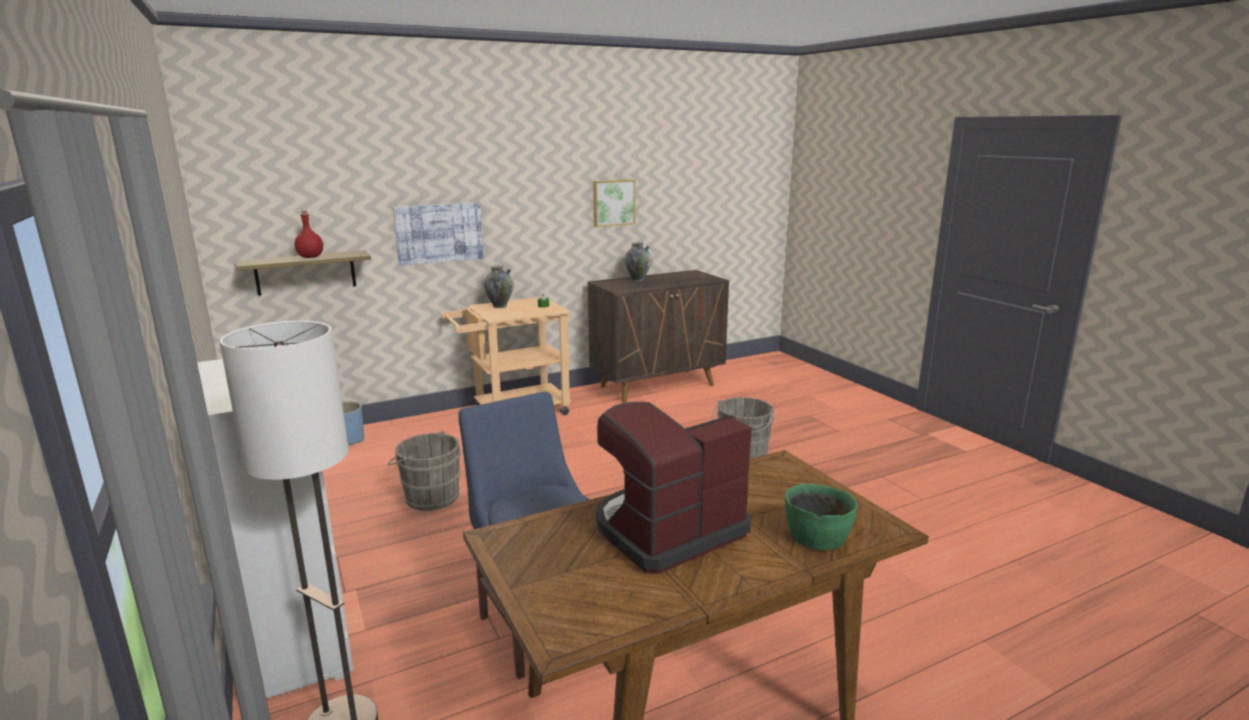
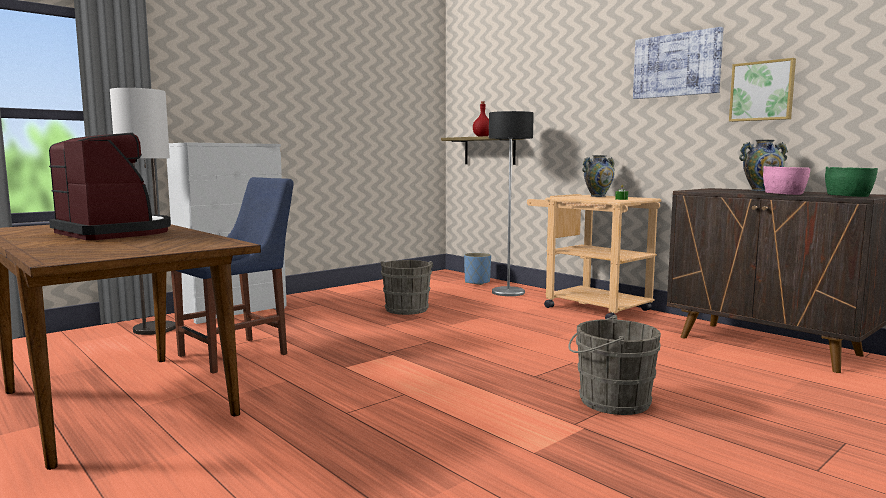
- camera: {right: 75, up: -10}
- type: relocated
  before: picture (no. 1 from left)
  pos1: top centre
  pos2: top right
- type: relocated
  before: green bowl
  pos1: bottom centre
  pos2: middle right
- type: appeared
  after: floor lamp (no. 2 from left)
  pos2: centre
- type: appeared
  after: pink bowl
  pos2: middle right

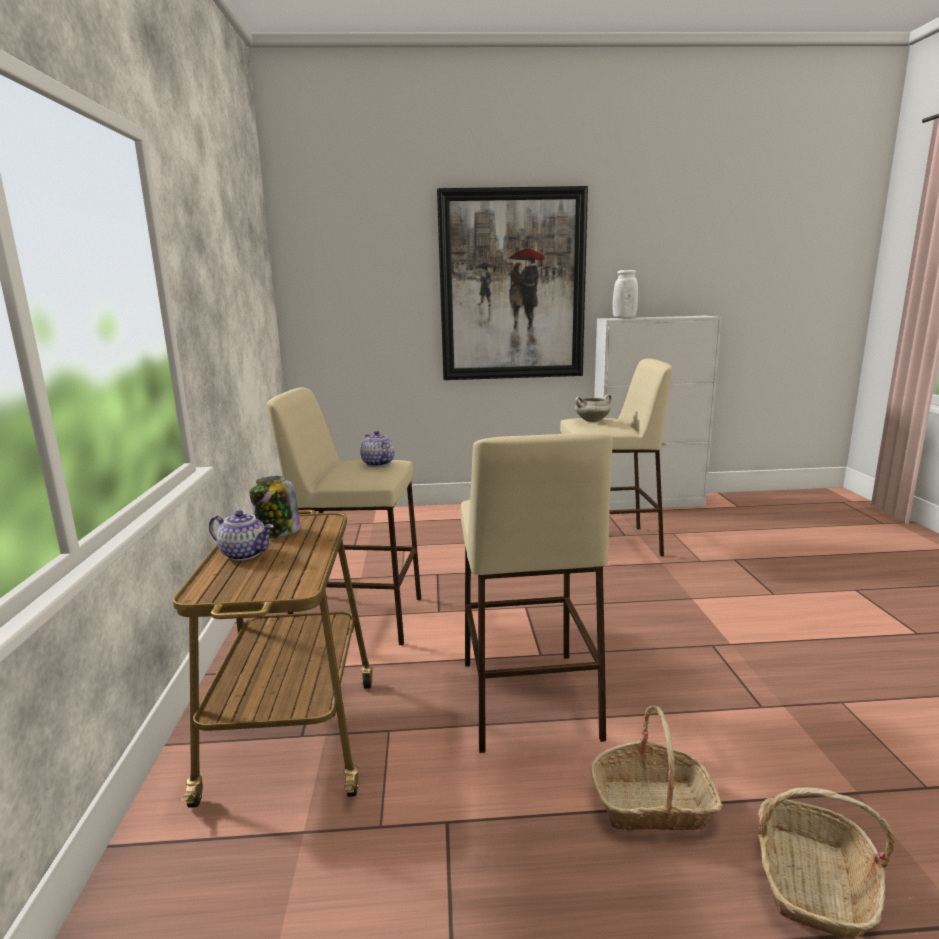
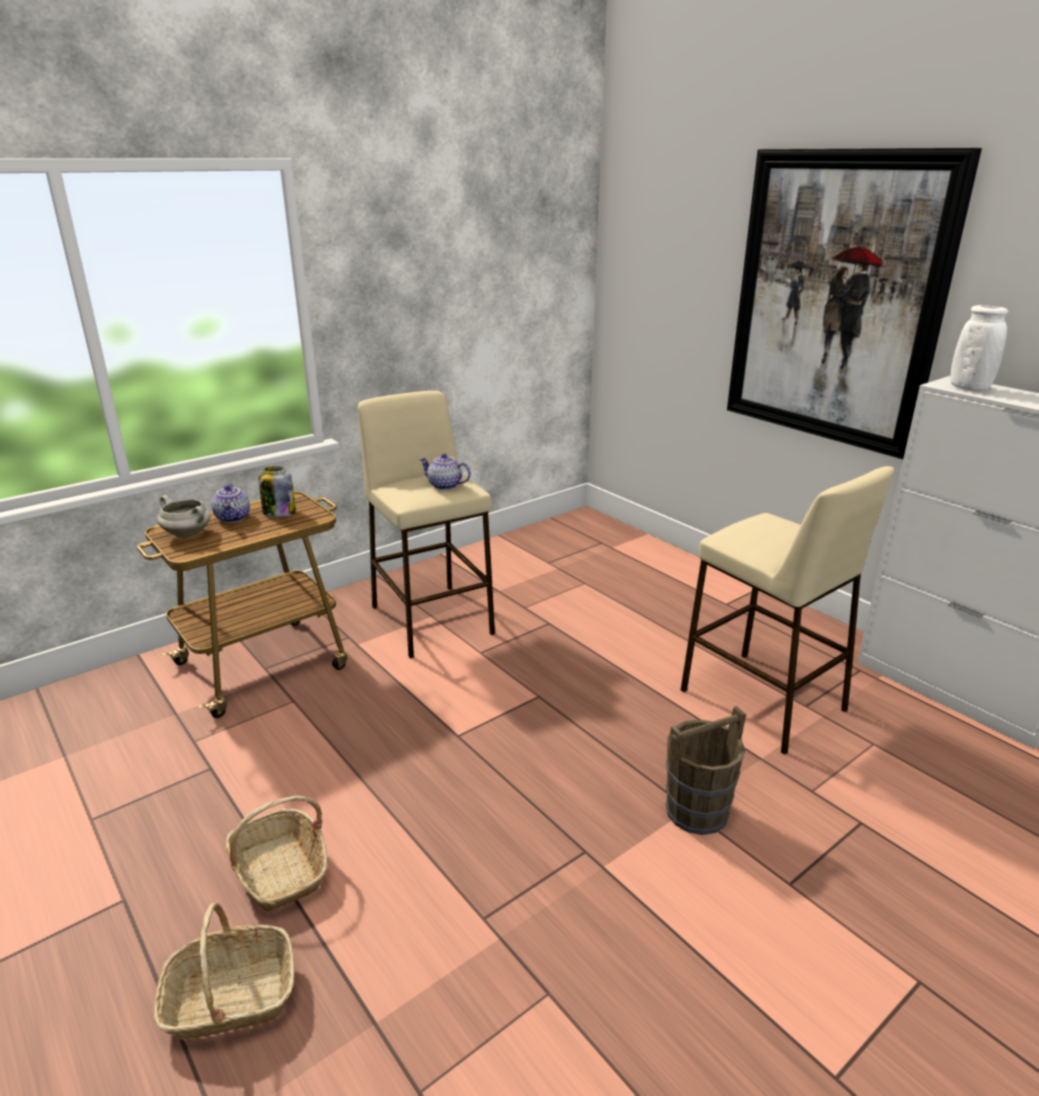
- camera: {right: 55, up: 10}
- type: spun
  before: teapot (no. 2 from left)
  pos1: centre
  pos2: centre
  turn: -90
- type: missing
  before: beige stool (no. 2 from left)
  pos1: centre
- type: relocated
  before: white cooking pot
  pos1: centre
  pos2: middle left
- type: appeared
  after: brown bucket
  pos2: bottom right

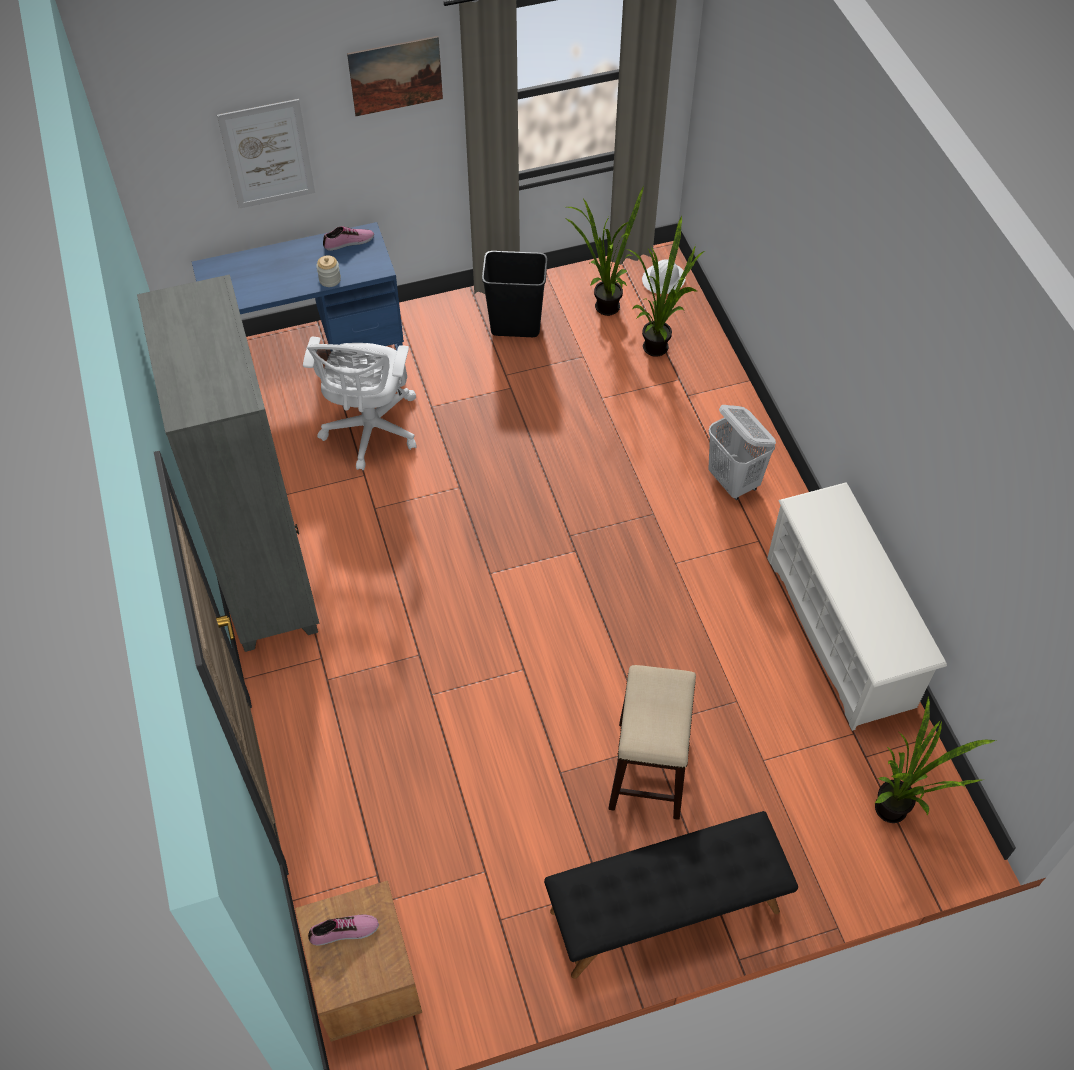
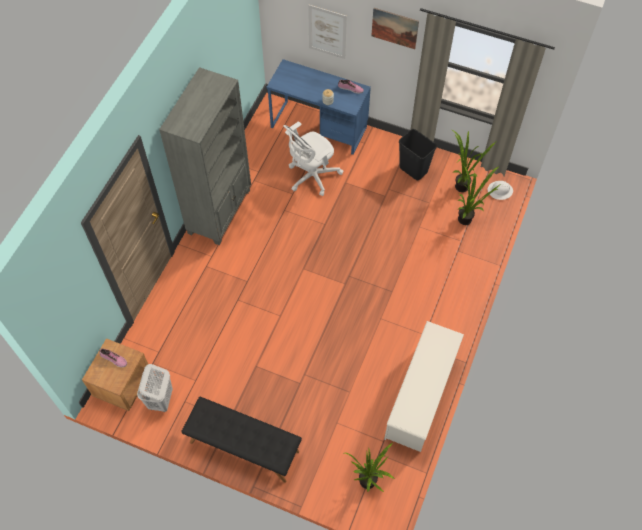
- camera: {right: 40, up: 5}
- type: missing
  before: stool
  pos1: bottom centre
- type: relocated
  before: white laundry basket
  pos1: middle right
  pos2: bottom left

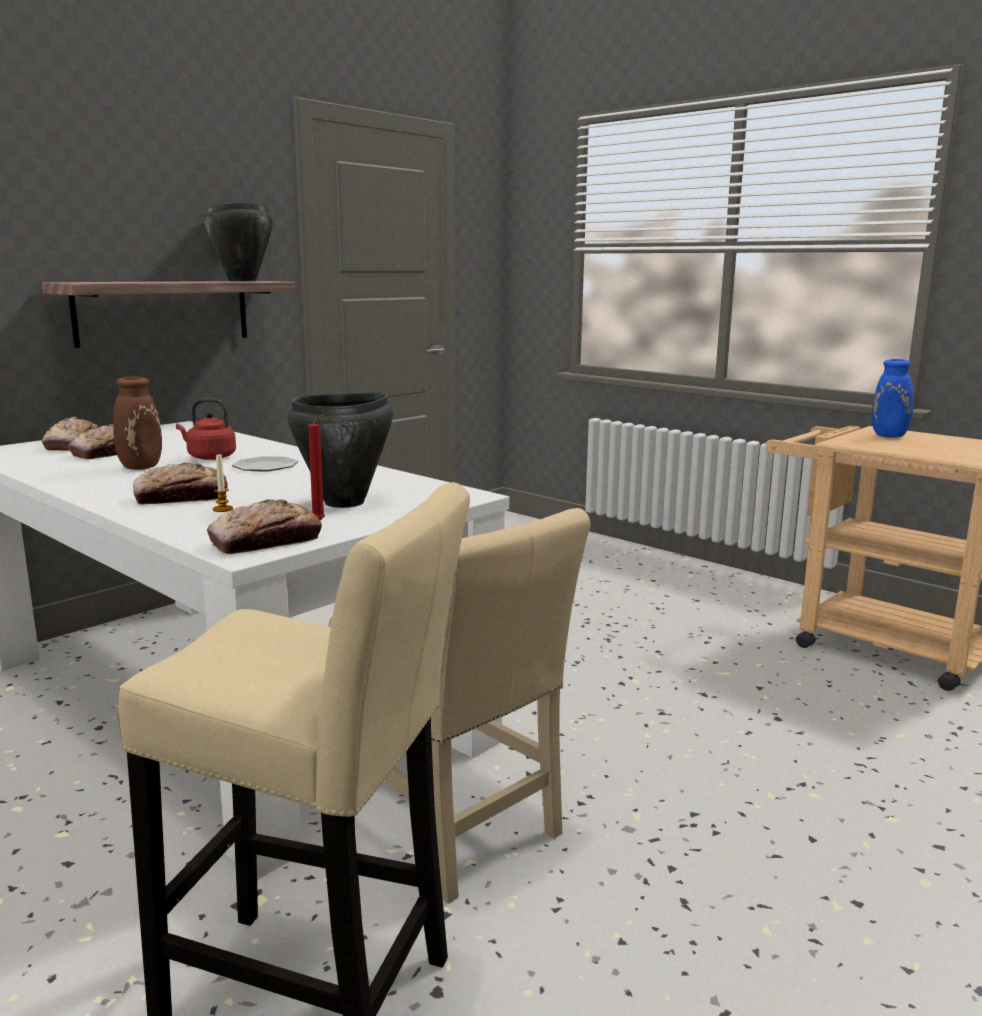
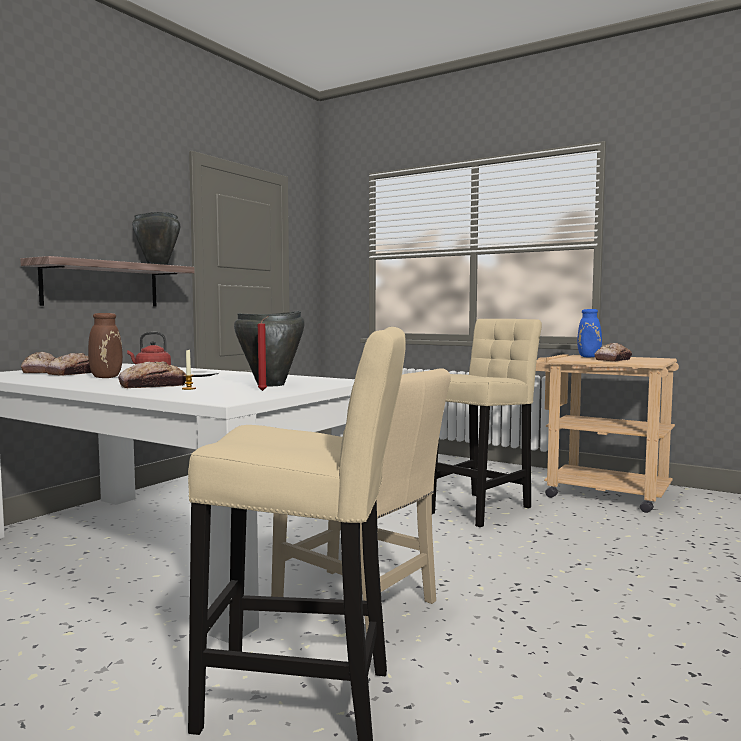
- camera: {right: -10, up: -10}
- type: relocated
  before: bread (no. 4 from left)
  pos1: middle left
  pos2: middle right
- type: appeared
  after: beige stool (no. 2 from left)
  pos2: centre

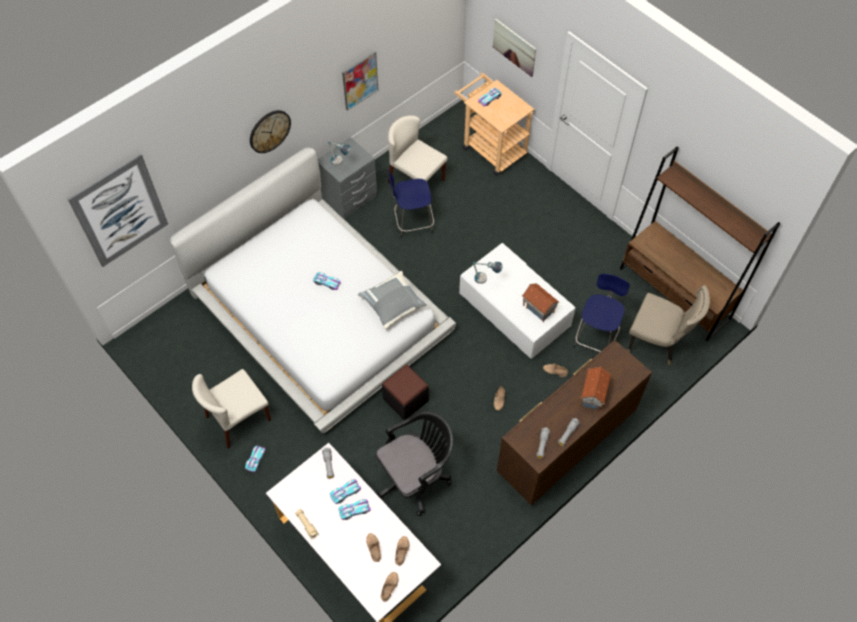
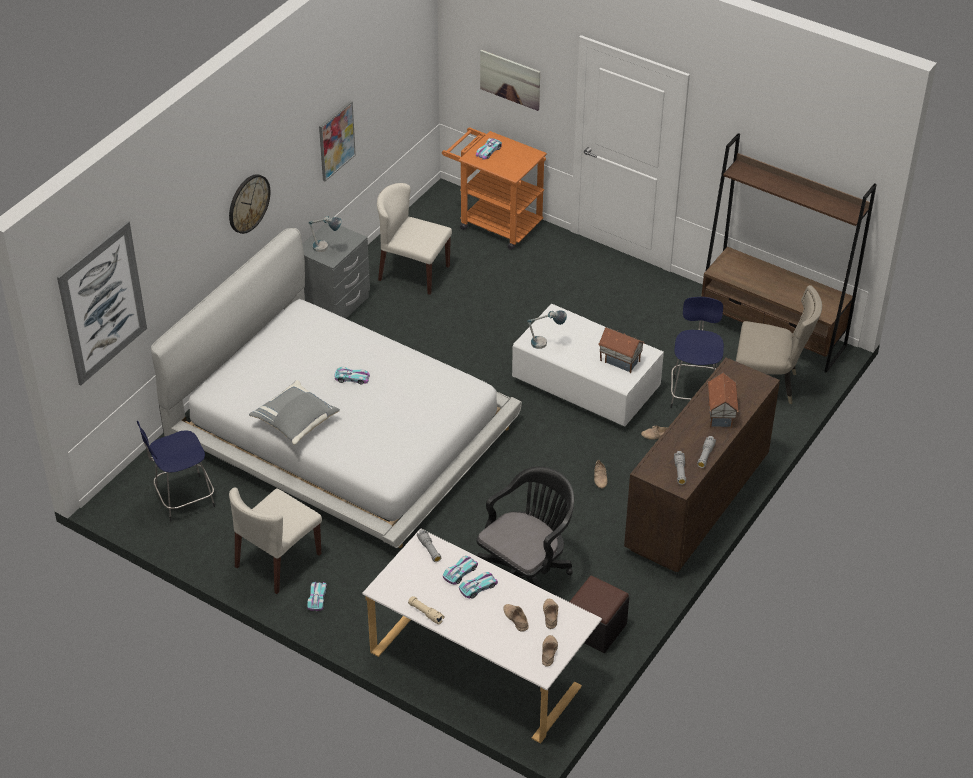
- camera: {right: -15, up: -15}
- type: relocated
  before: grey pillow
  pos1: centre
  pos2: middle left
- type: relocated
  before: black ottoman
  pos1: centre
  pos2: bottom centre
- type: relocated
  before: blue stool (no. 1 from left)
  pos1: top centre
  pos2: middle left
- type: colour
  before: beige cart
  after: orange cart
  pos1: top centre
  pos2: top centre

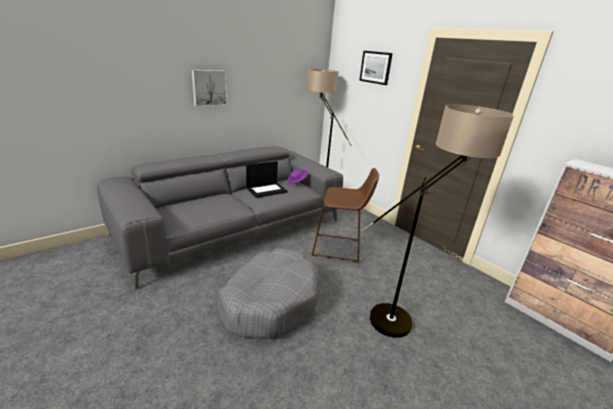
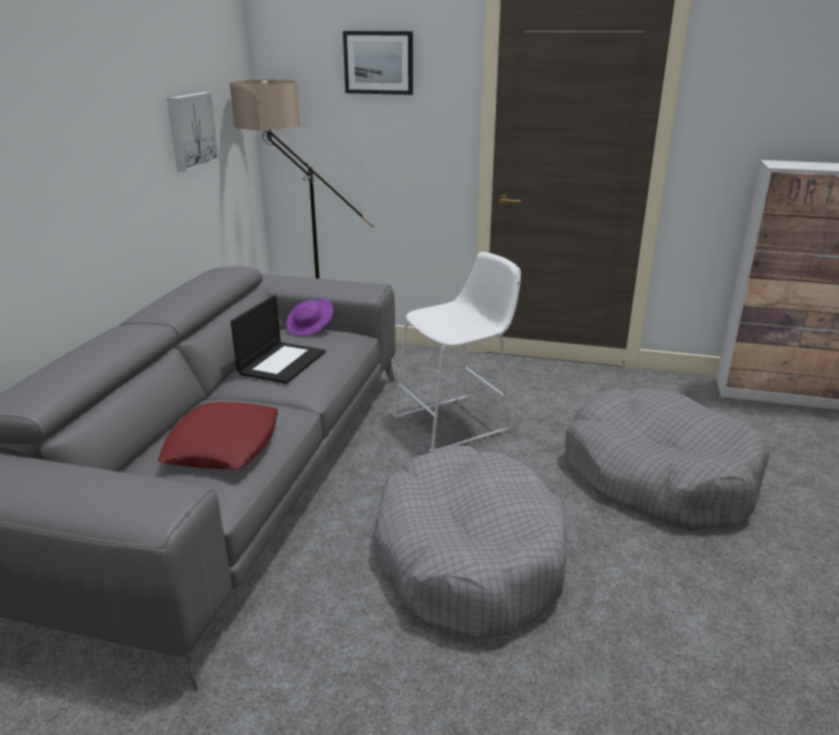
- camera: {right: -35, up: 0}
- type: relocated
  before: picture (no. 1 from left)
  pos1: top centre
  pos2: top left
- type: colour
  before: brown stool
  after: white stool
  pos1: centre
  pos2: centre
- type: exchanged
  before: floor lamp (no. 2 from left)
  after: grey dog bed (no. 2 from left)
  pos1: middle right
  pos2: middle right
- type: appeared
  after: red pillow
  pos2: middle left

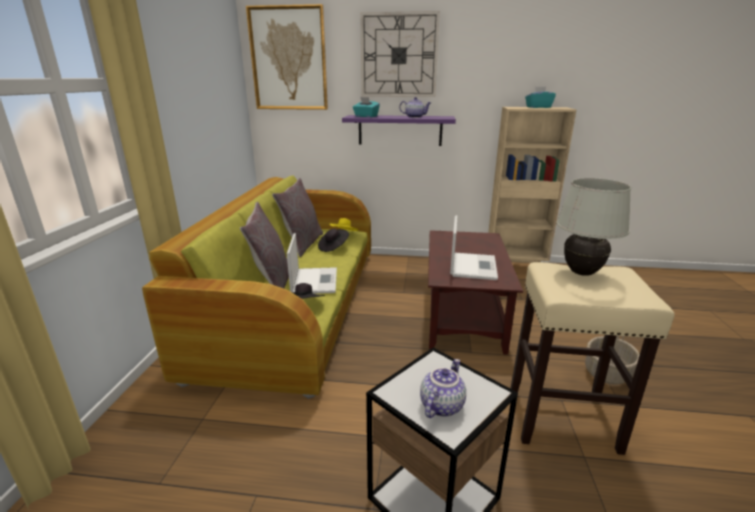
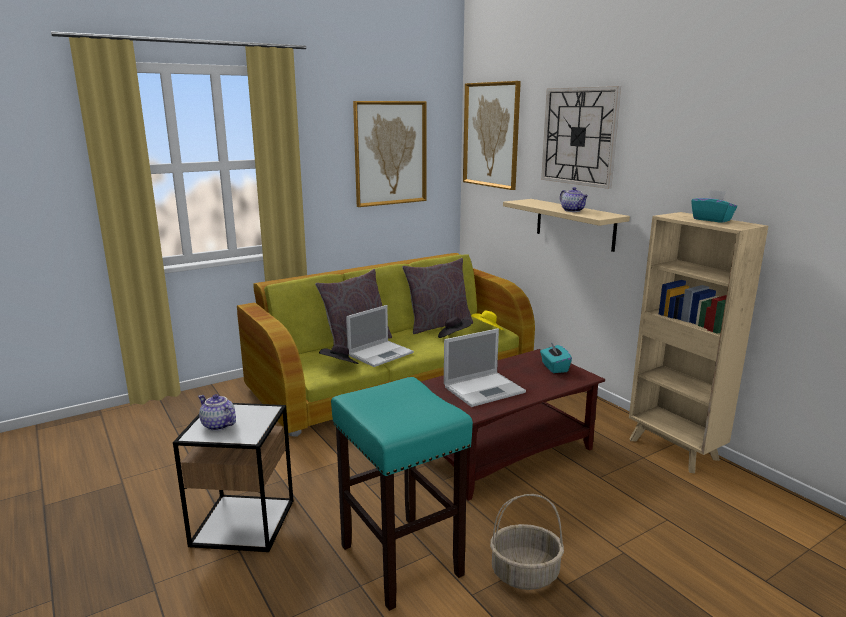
- camera: {right: 50, up: -5}
- type: colour
  before: purple shelf
  after: beige shelf
  pos1: top centre
  pos2: middle right
- type: relocated
  before: turquoise tissue box (no. 1 from left)
  pos1: top centre
  pos2: centre
- type: spun
  before: teapot (no. 2 from left in the first image)
  pos1: bottom centre
  pos2: bottom left
  turn: -135
- type: colour
  before: beige stool
  after: turquoise stool
  pos1: bottom right
  pos2: bottom centre
- type: missing
  before: white table lamp
  pos1: middle right
- type: appeared
  after: picture (no. 1 from left)
  pos2: top centre

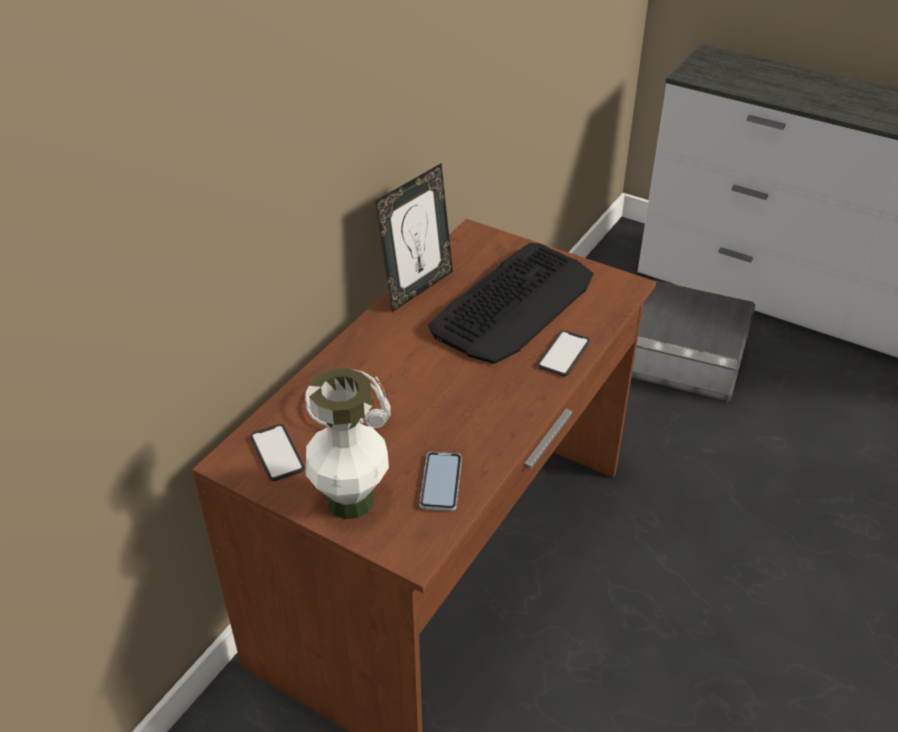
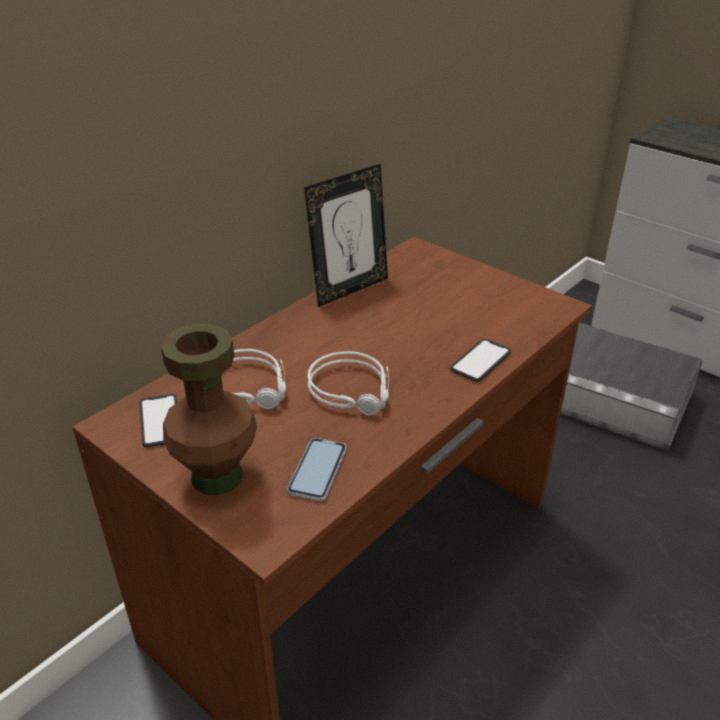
- camera: {right: 10, up: -5}
- type: colour
  before: white vase
  after: brown vase
  pos1: centre
  pos2: middle left
- type: missing
  before: keyboard
  pos1: centre
- type: appeared
  after: grey headphones (no. 2 from left)
  pos2: centre

